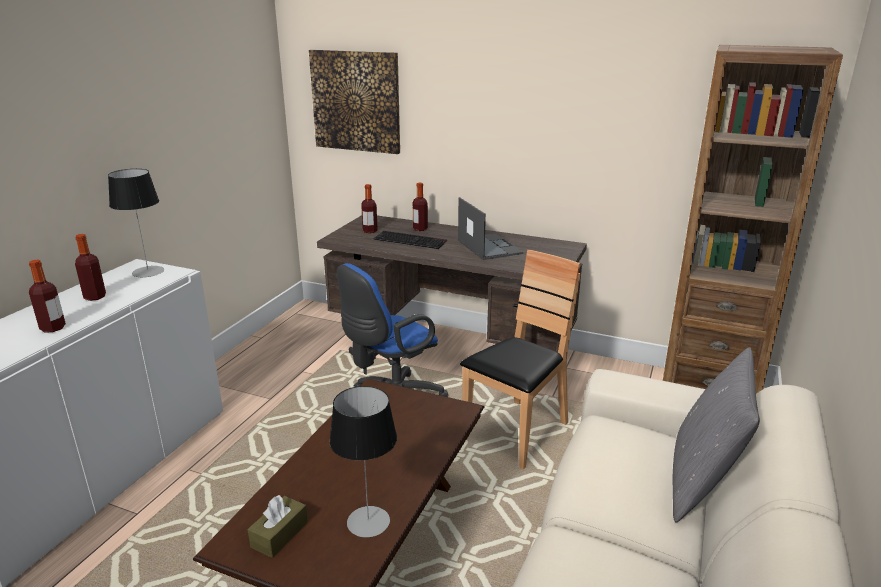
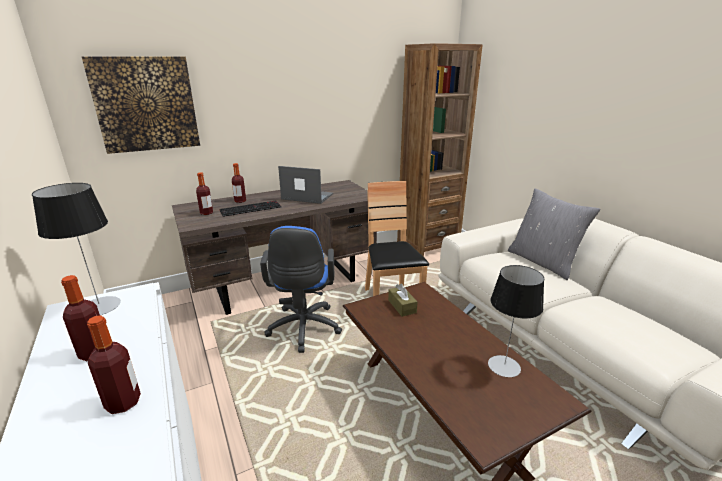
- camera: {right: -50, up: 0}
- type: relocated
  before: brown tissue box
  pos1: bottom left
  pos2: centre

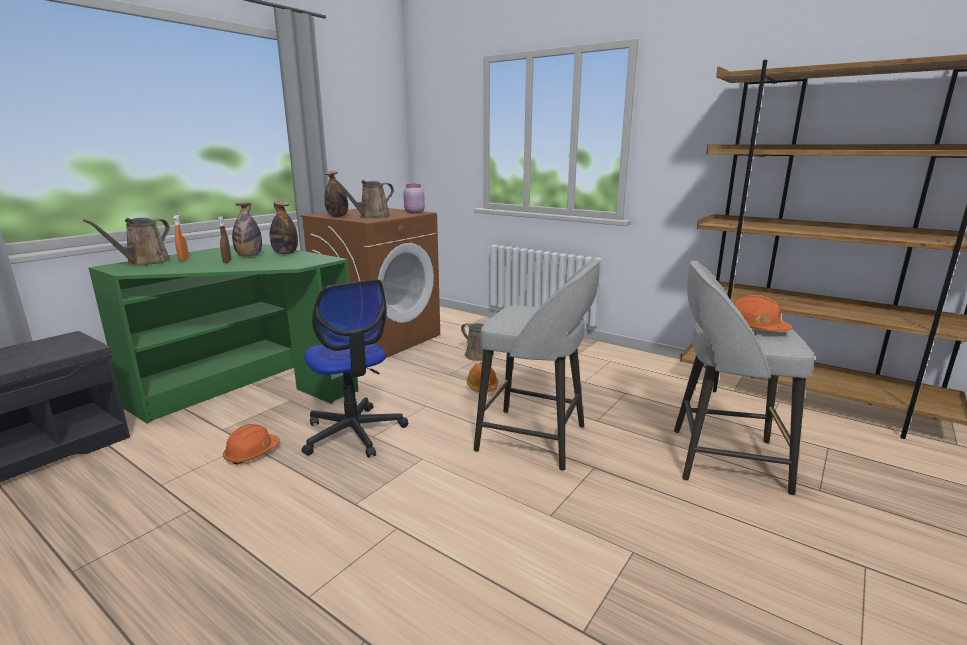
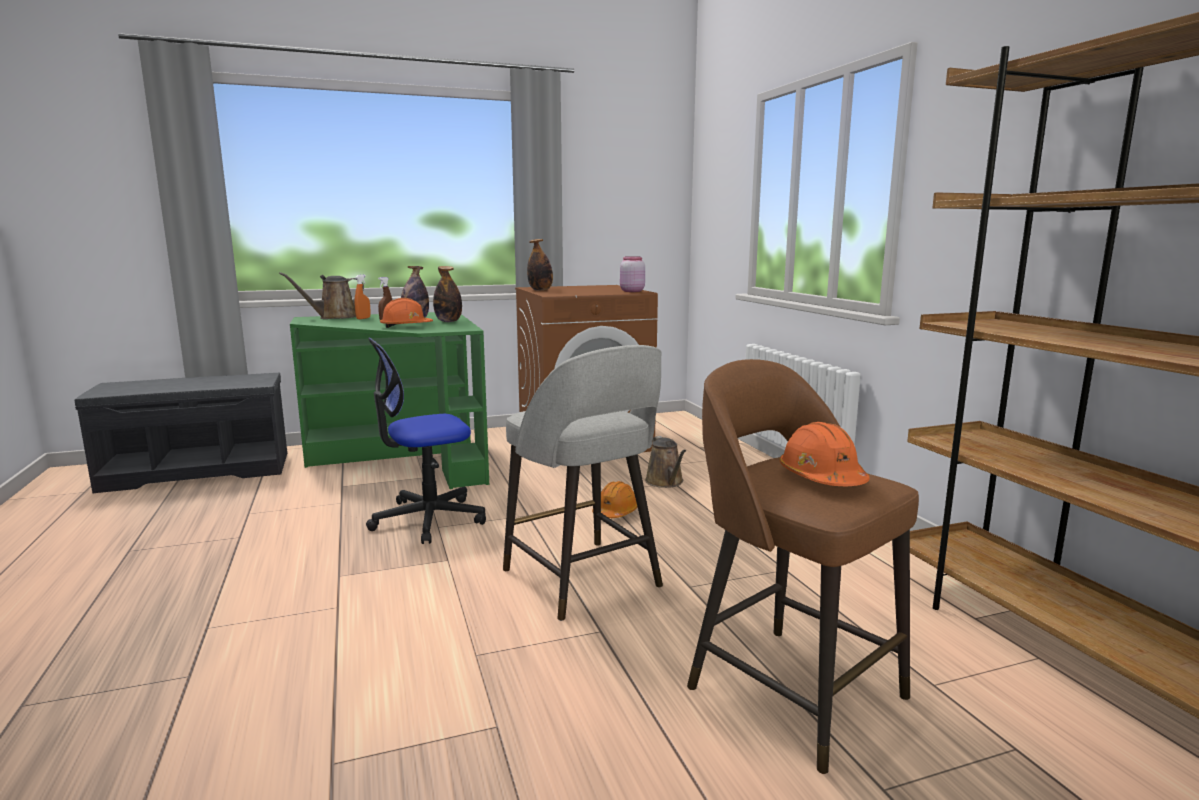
- camera: {right: 35, up: -5}
- type: relocated
  before: orange hard hat (no. 1 from left)
  pos1: bottom left
  pos2: centre
- type: spun
  before: office chair
  pos1: centre
  pos2: centre
  turn: 60
- type: missing
  before: brown watering can (no. 2 from left)
  pos1: top centre
- type: colour
  before: grey stool (no. 2 from left)
  after: brown stool
  pos1: middle right
  pos2: bottom right

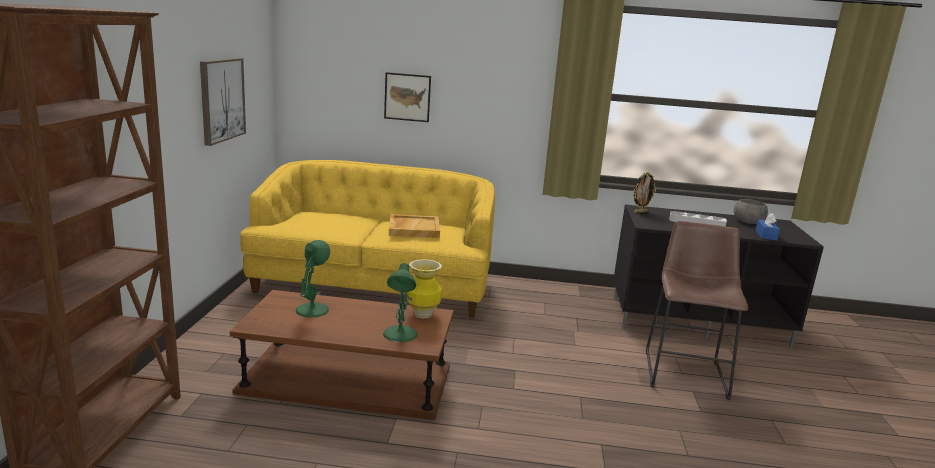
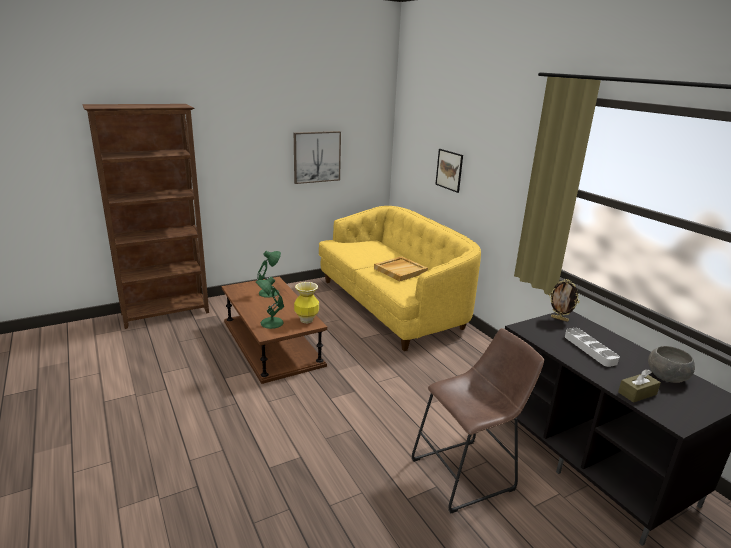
- camera: {right: 55, up: 5}
- type: colour
  before: blue tissue box
  after: brown tissue box
  pos1: middle right
  pos2: bottom right

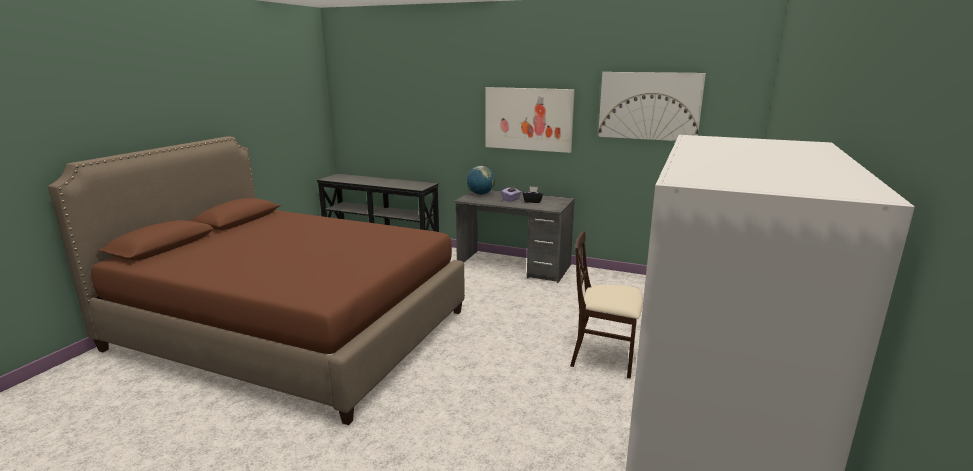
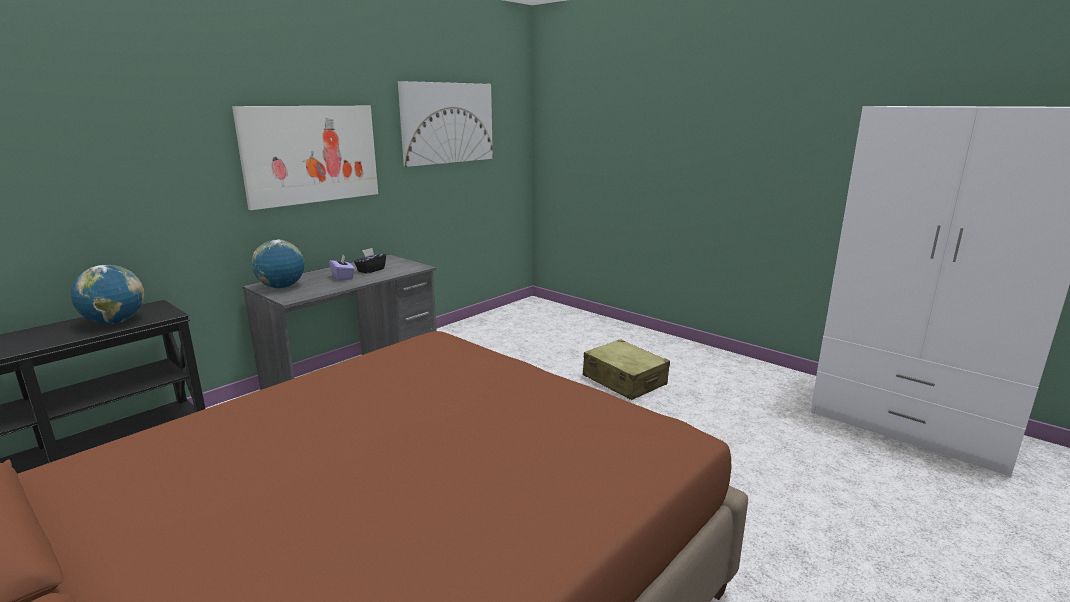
- camera: {right: -70, up: 0}
- type: exchanged
  before: beige chair
  after: beige suitcase
  pos1: centre
  pos2: centre
- type: appeared
  after: globe (no. 1 from left)
  pos2: middle left

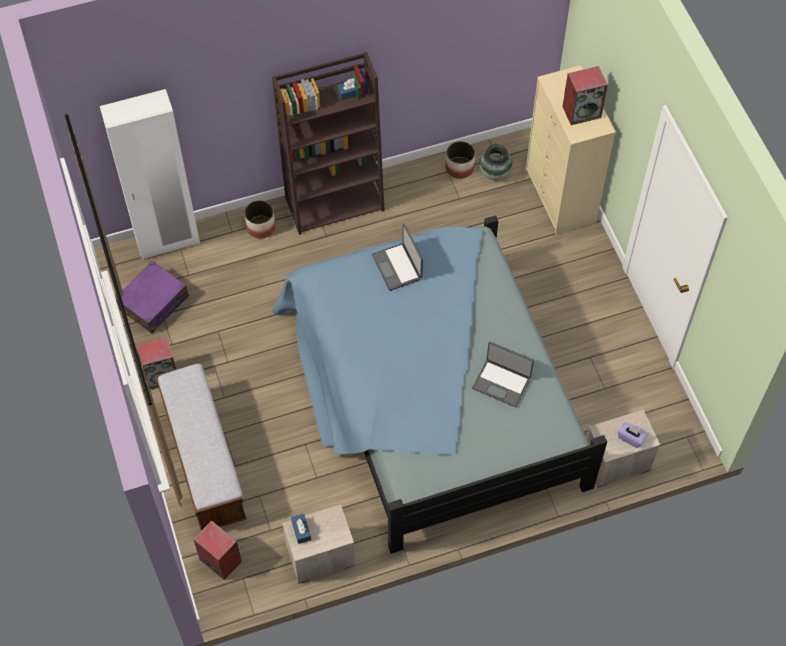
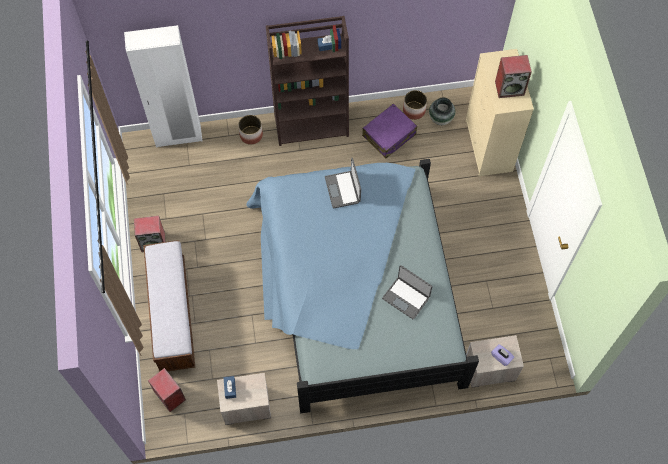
- camera: {right: 10, up: 5}
- type: relocated
  before: purple suitcase
  pos1: middle left
  pos2: top centre

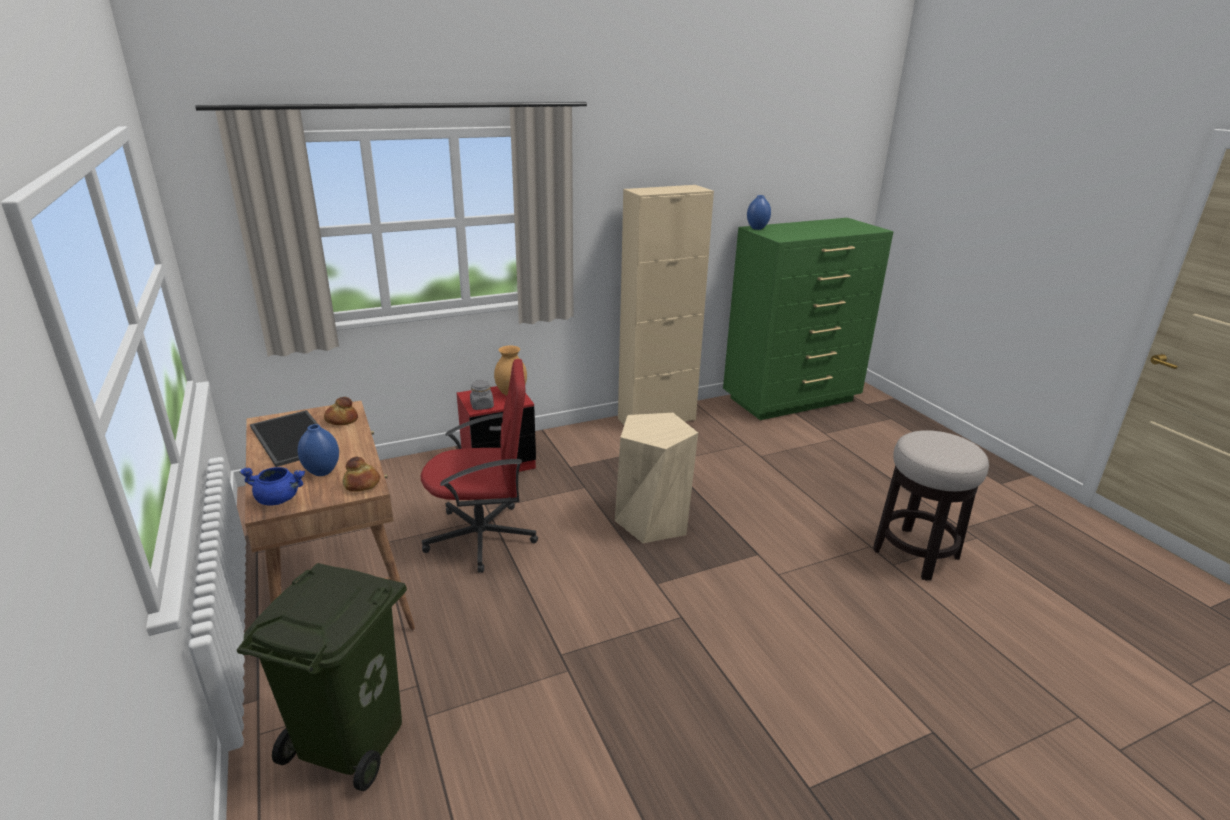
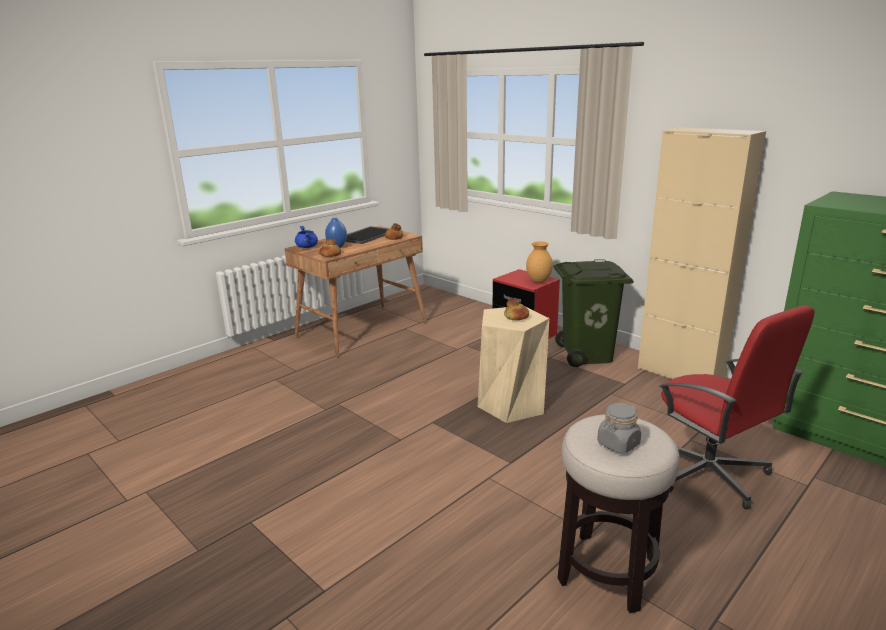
- camera: {right: 70, up: -5}
- type: relocated
  before: green trash can
  pos1: bottom left
  pos2: middle right
- type: relocated
  before: red office chair
  pos1: centre
  pos2: middle right
- type: relocated
  before: grey jar
  pos1: centre
  pos2: bottom right
- type: missing
  before: blue vase (no. 2 from left)
  pos1: top centre
- type: appeared
  after: bread (no. 3 from left)
  pos2: centre

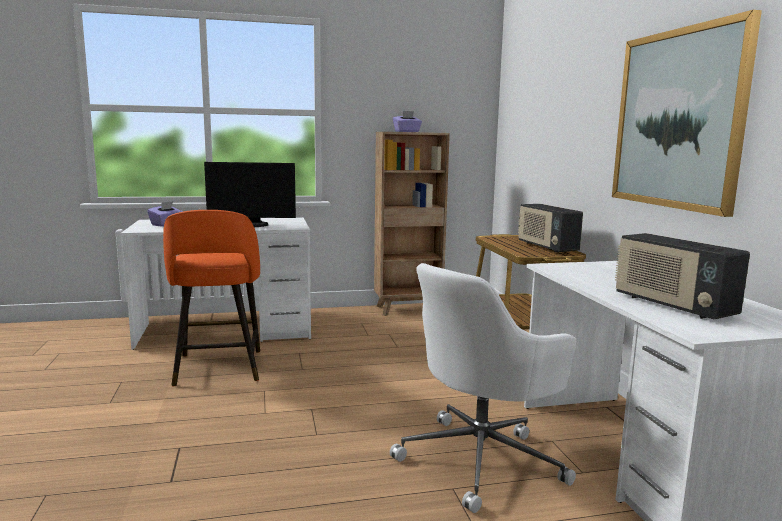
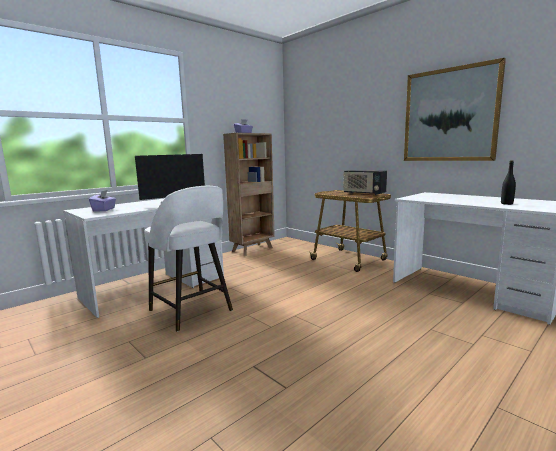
- camera: {right: -30, up: 0}
- type: colour
  before: orange stool
  after: white stool
  pos1: middle left
  pos2: centre
- type: missing
  before: white office chair
  pos1: bottom centre
- type: exchanged
  before: radio (no. 2 from left)
  after: black bottle
  pos1: middle right
  pos2: middle right

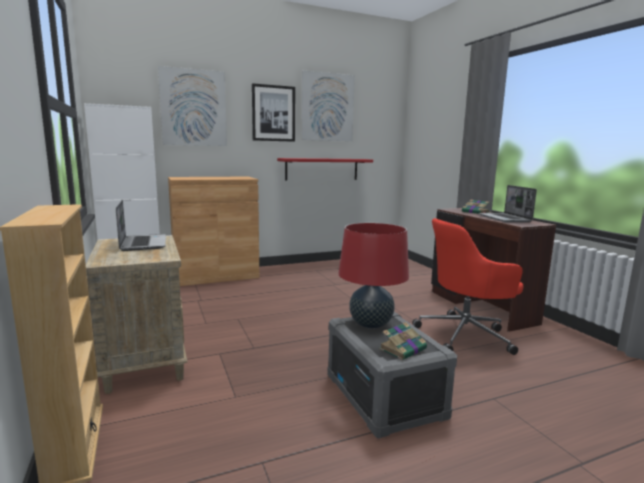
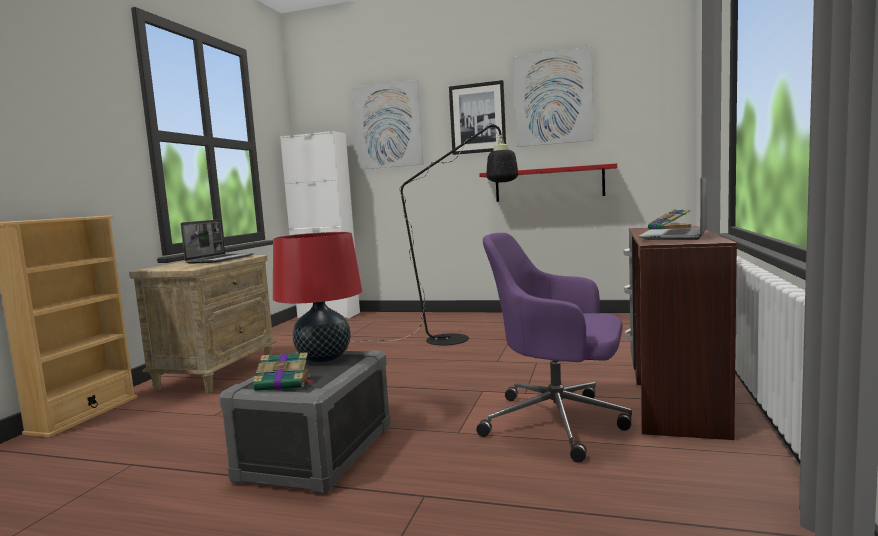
- camera: {right: 40, up: -5}
- type: missing
  before: brown cabinet
  pos1: middle left
- type: colour
  before: red office chair
  after: purple office chair
  pos1: middle right
  pos2: centre
- type: appeared
  after: black floor lamp
  pos2: centre

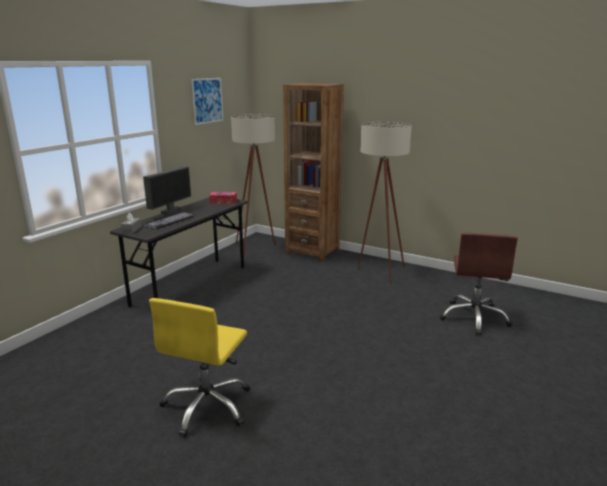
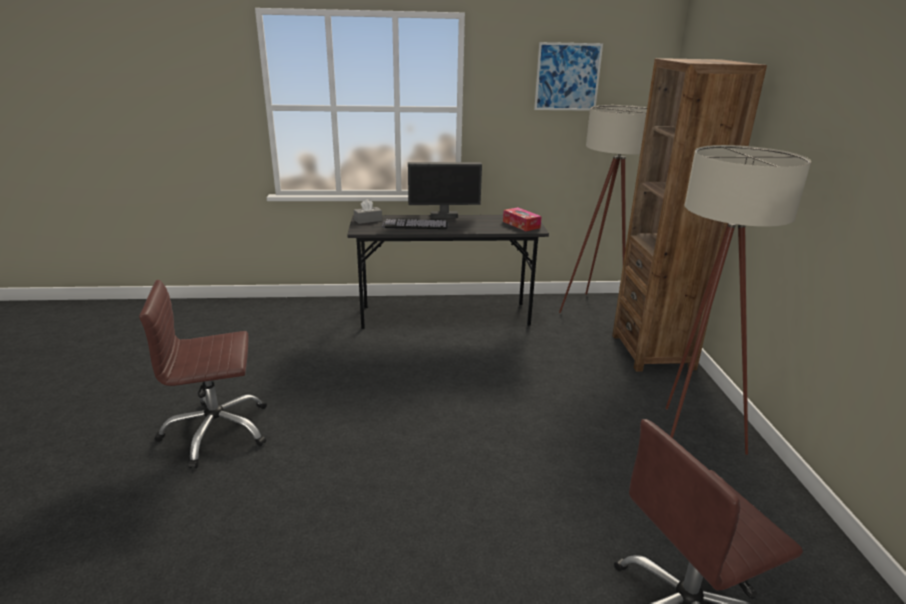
- camera: {right: 55, up: 5}
- type: colour
  before: yellow office chair
  after: brown office chair (no. 1 from left)
  pos1: bottom left
  pos2: middle left

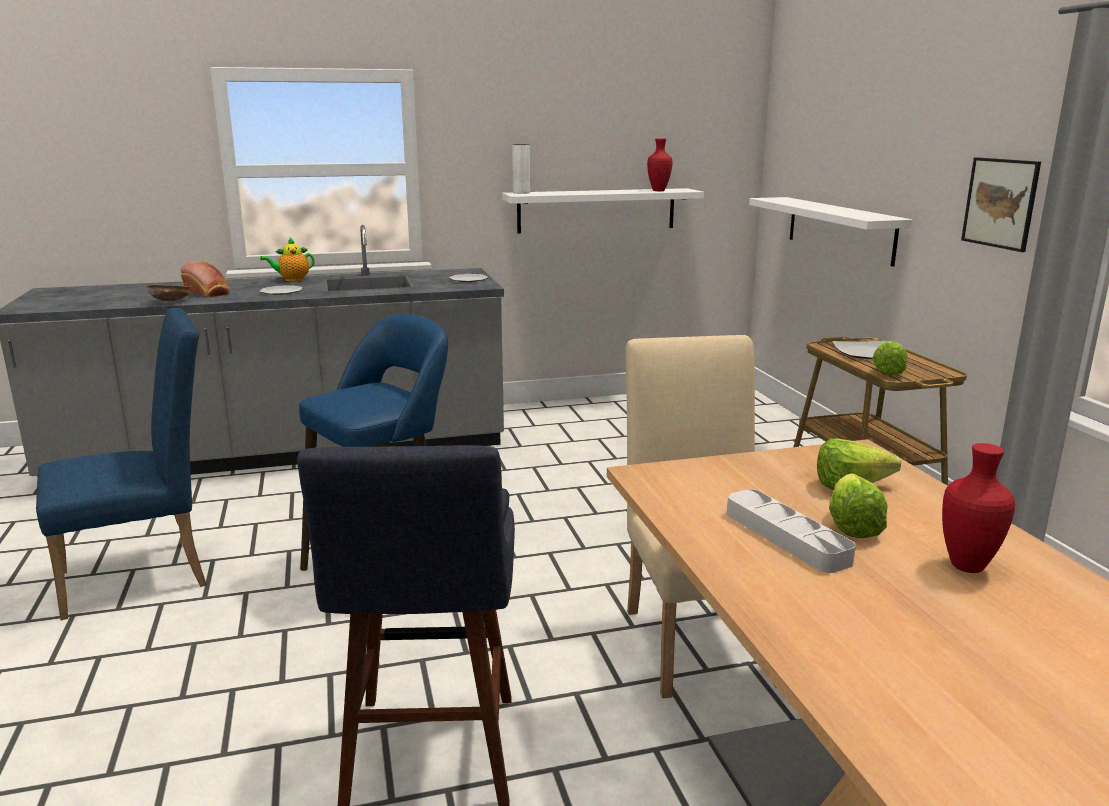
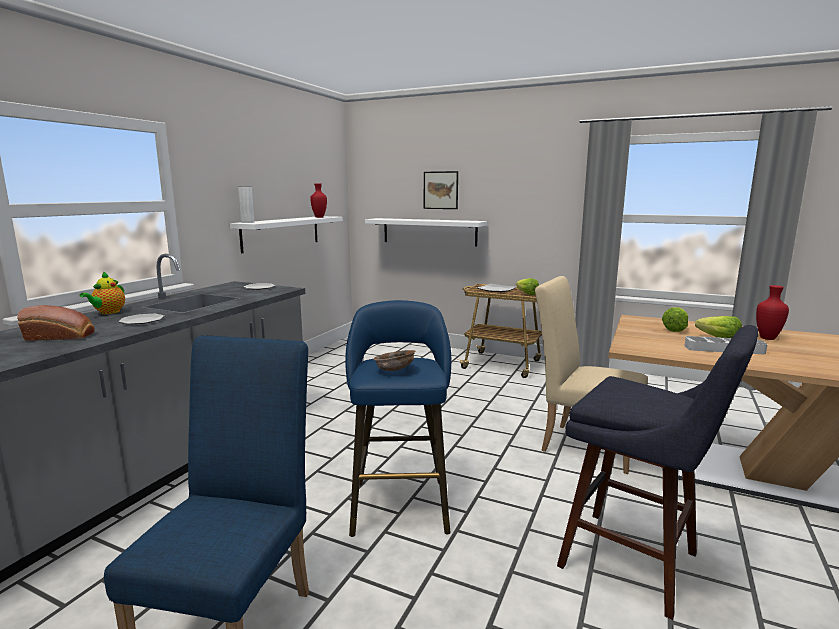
- camera: {right: -50, up: -5}
- type: relocated
  before: brown bowl
  pos1: middle left
  pos2: centre
- type: relocated
  before: picture
  pos1: top right
  pos2: top centre

